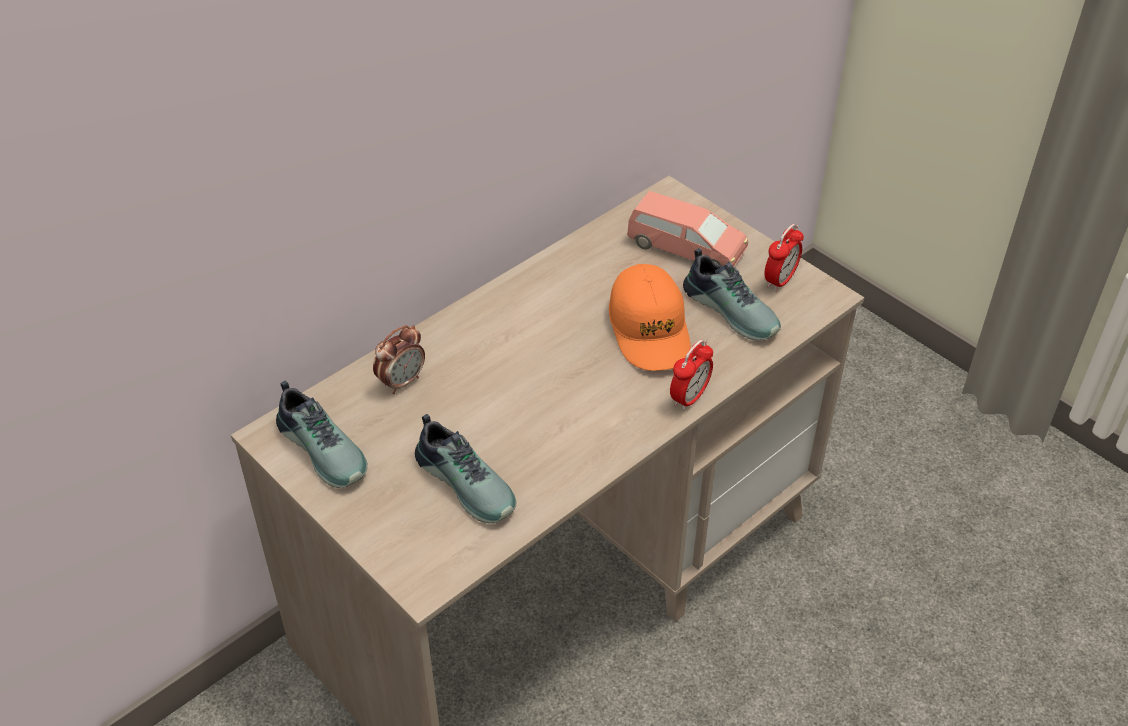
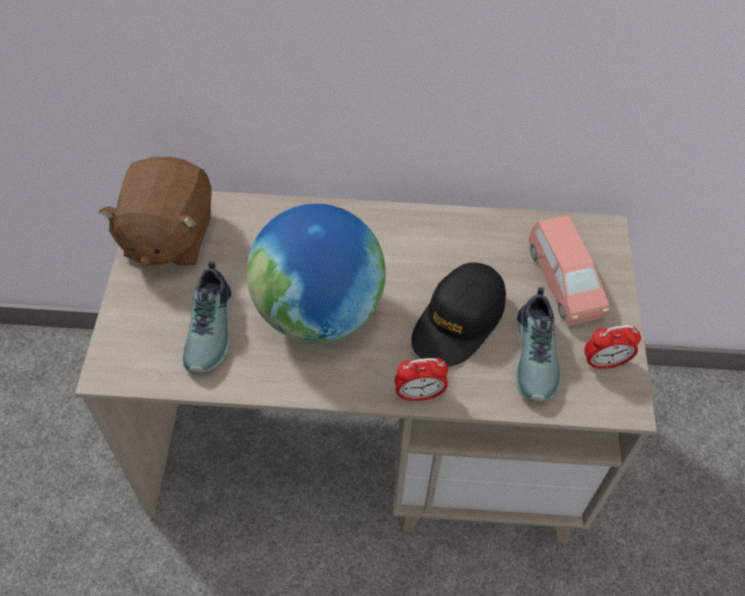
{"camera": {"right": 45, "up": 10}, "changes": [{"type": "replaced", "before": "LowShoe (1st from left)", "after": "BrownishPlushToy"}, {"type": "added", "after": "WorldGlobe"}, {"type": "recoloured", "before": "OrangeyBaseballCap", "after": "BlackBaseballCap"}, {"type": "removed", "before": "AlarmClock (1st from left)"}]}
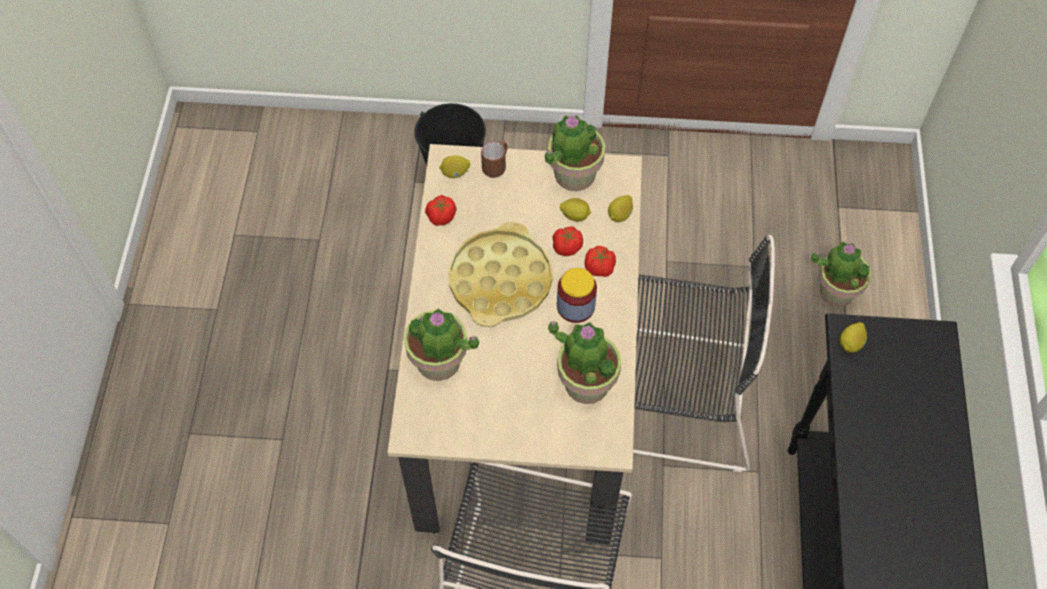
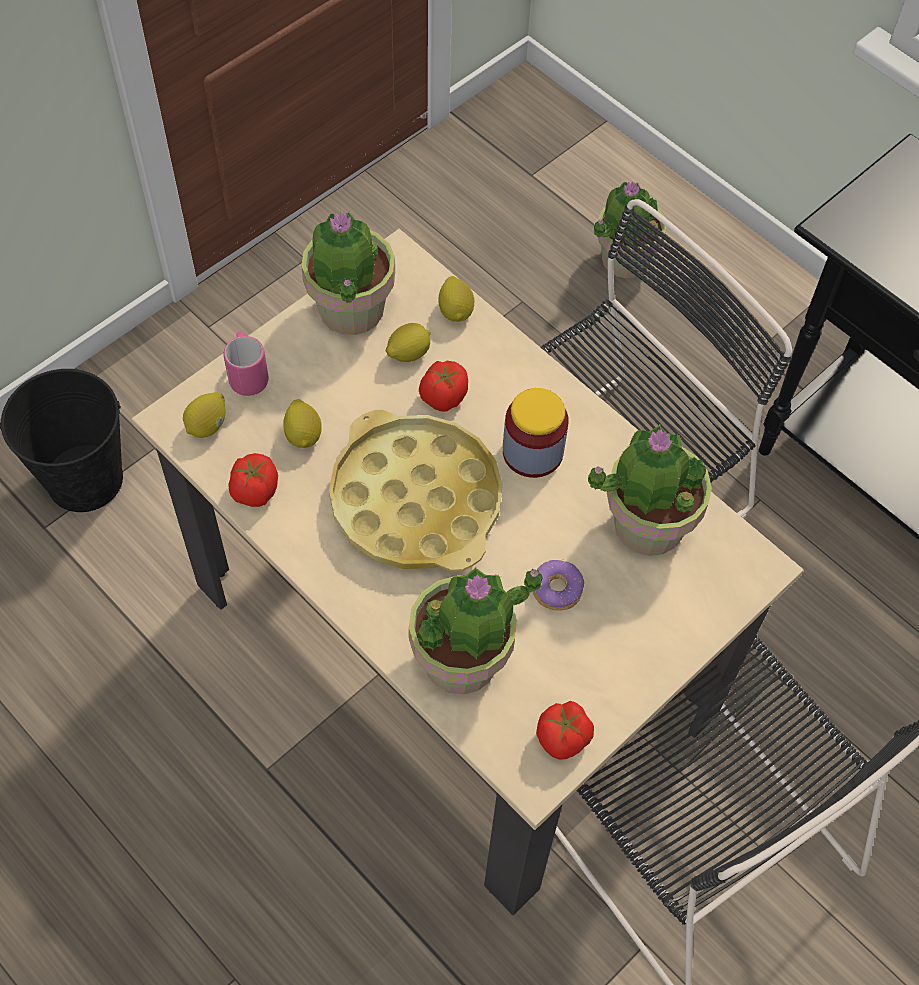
{"camera": {"right": -50, "up": 0}, "changes": [{"type": "recoloured", "before": "BrownishMug", "after": "PinkishMug"}, {"type": "moved", "before": "CitrusFruit (4th from left in the first image)", "after": "CitrusFruit (2nd from left)"}, {"type": "added", "after": "Donut"}, {"type": "moved", "before": "WholeTomato (3rd from left)"}]}
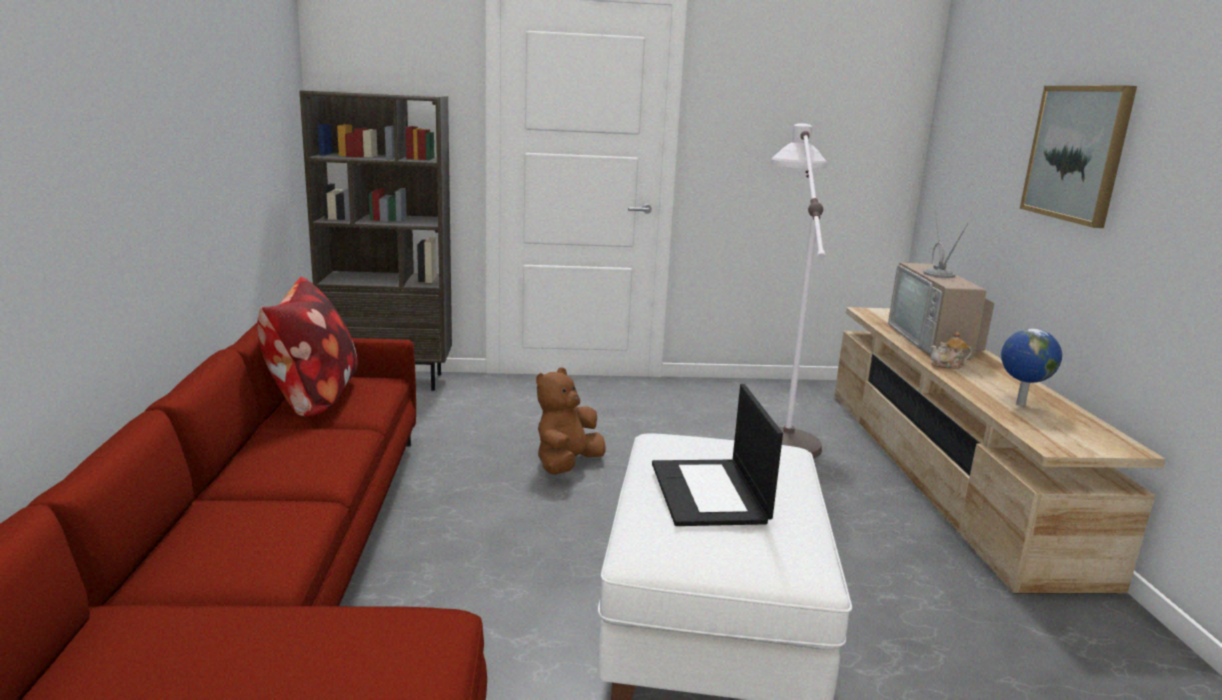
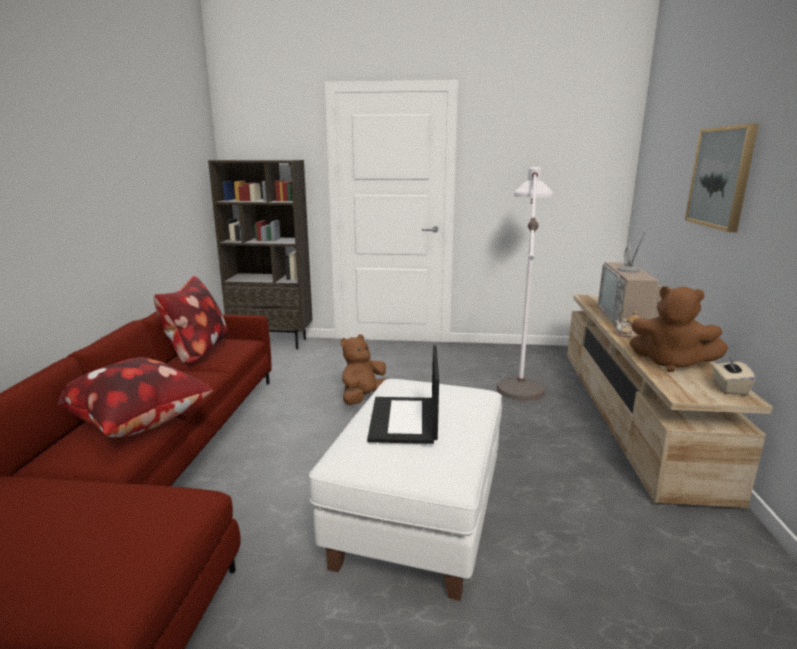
{"camera": {"right": 10, "up": 0}, "changes": [{"type": "added", "after": "ThrowPillow (1st from left)"}, {"type": "replaced", "before": "WorldGlobe", "after": "BrownishPlushToy (2nd from left)"}, {"type": "added", "after": "SandColouredBoxOfTissues"}]}
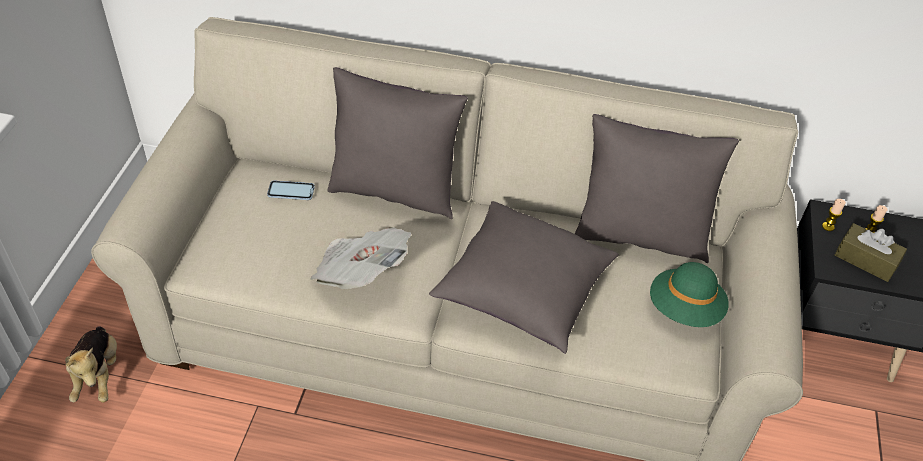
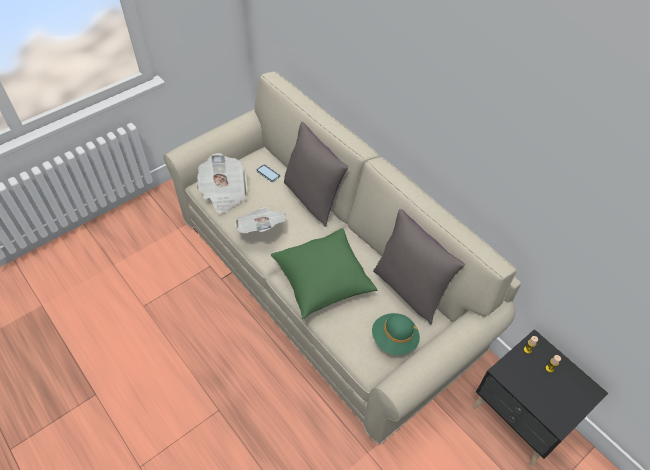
{"camera": {"right": 40, "up": 5}, "changes": [{"type": "added", "after": "PrintedPaper (1st from left)"}, {"type": "recoloured", "before": "GreyishThrowPillow (2nd from left)", "after": "GreenColouredThrowPillow"}, {"type": "removed", "before": "PlushToy"}, {"type": "removed", "before": "BrownishBoxOfTissues"}]}
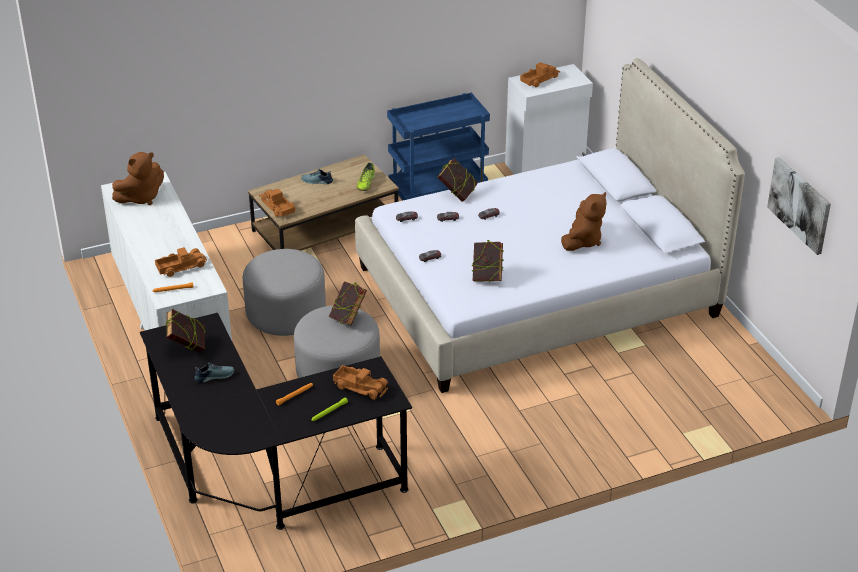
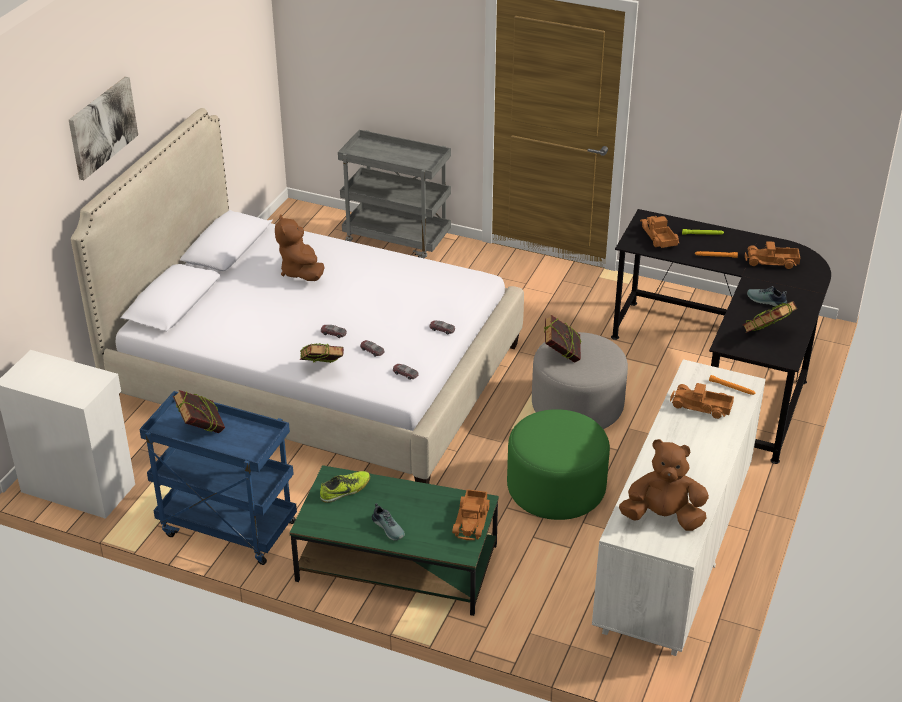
{"camera": {"right": -135, "up": 0}, "changes": [{"type": "moved", "before": "Picture"}, {"type": "moved", "before": "BoundBook (4th from left in the first image)", "after": "BoundBook (1st from left)"}, {"type": "turned", "before": "BrownishPlushToy (2nd from left in the first image)", "turn": -90}, {"type": "recoloured", "before": "BrownishCoffeeTable", "after": "GreenColouredCoffeeTable"}, {"type": "added", "after": "GreyishTrolley"}, {"type": "recoloured", "before": "GreyishFootrest (1st from left)", "after": "GreenColouredFootrest"}, {"type": "moved", "before": "ModelTruck (4th from left)"}]}
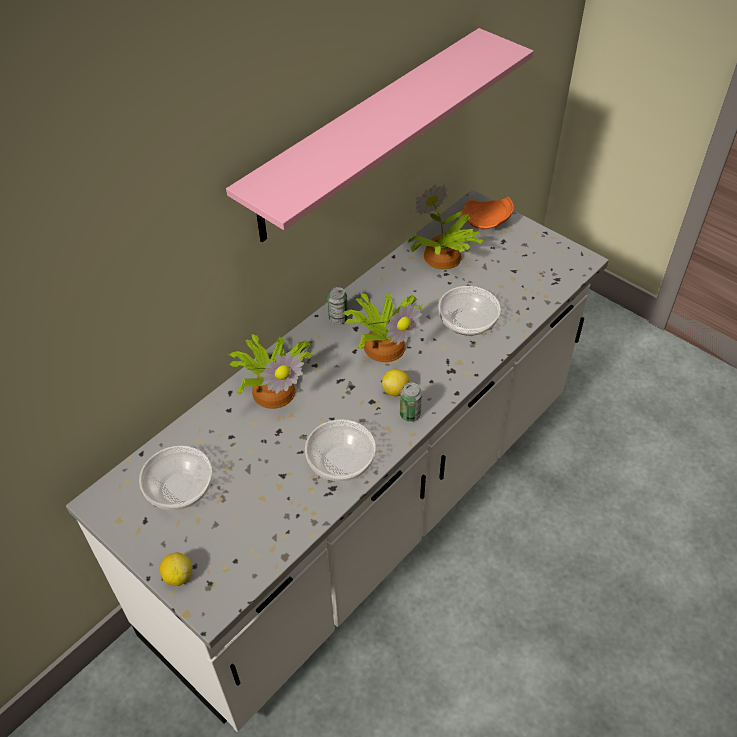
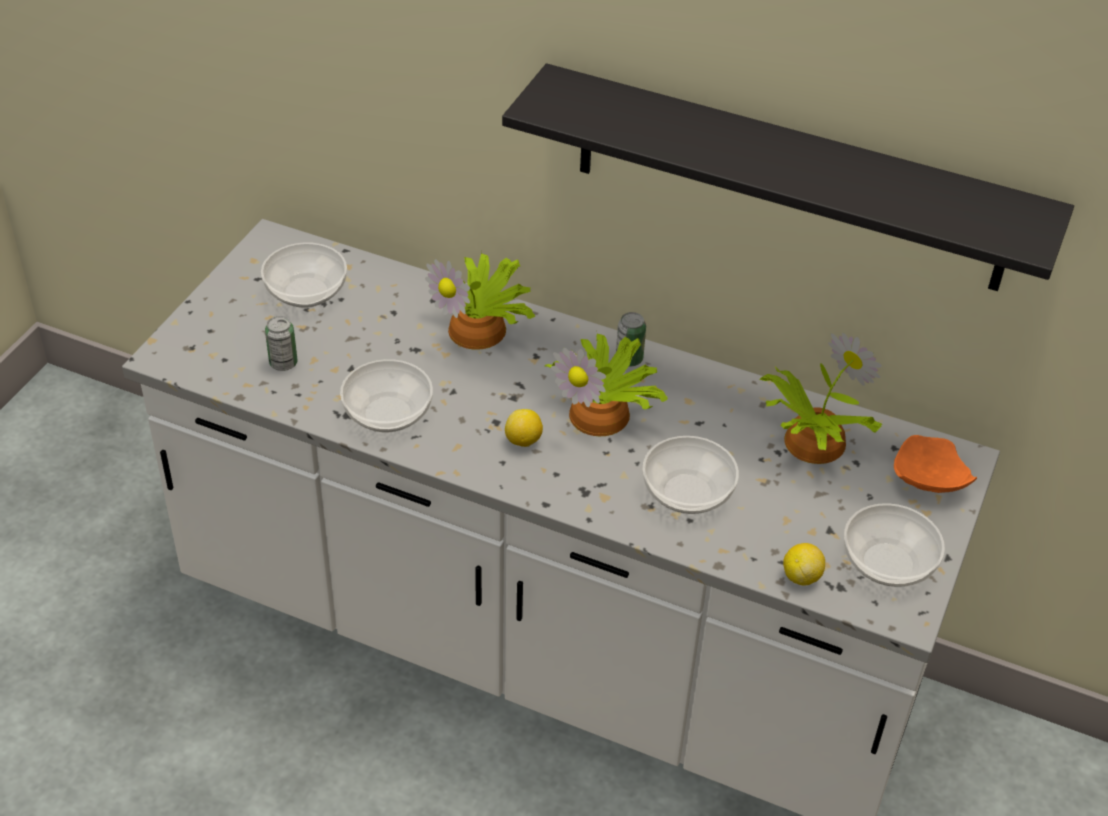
{"camera": {"right": 70, "up": -5}, "changes": [{"type": "moved", "before": "MetalCan (2nd from left in the first image)", "after": "MetalCan (1st from left)"}, {"type": "recoloured", "before": "PinkishBracketShelf", "after": "BlackBracketShelf"}, {"type": "moved", "before": "CitrusFruit (1st from left in the first image)", "after": "CitrusFruit (2nd from left)"}, {"type": "added", "after": "DeepDish (4th from left)"}]}
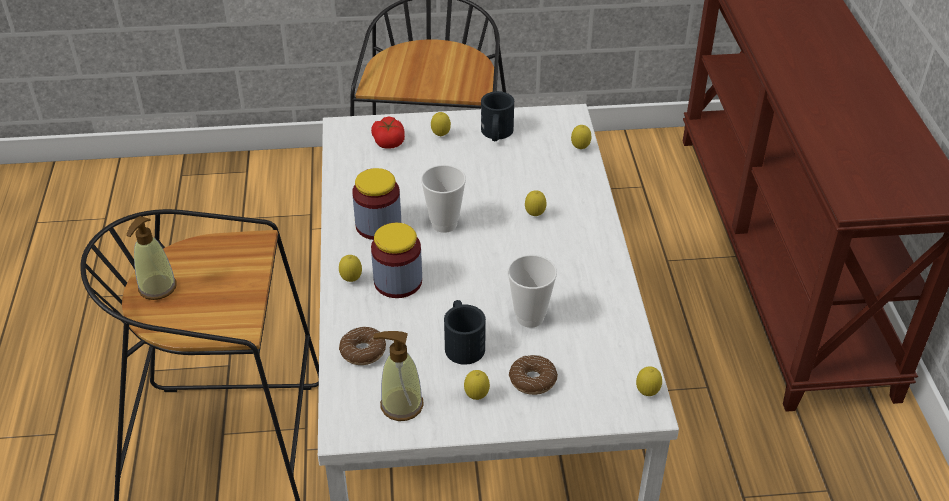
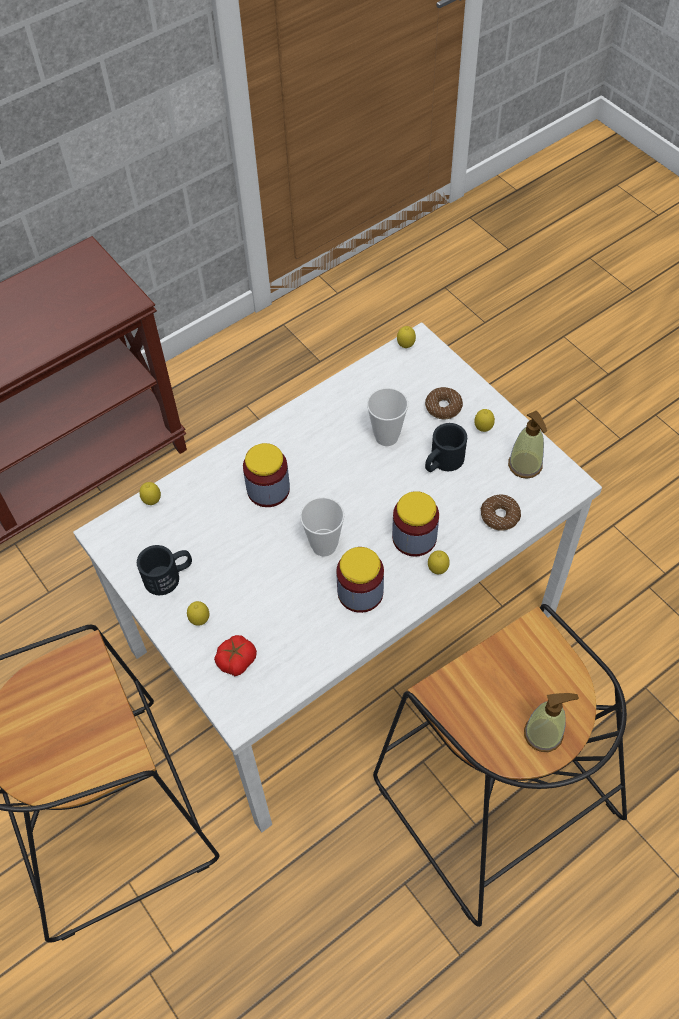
{"camera": {"right": -120, "up": 15}, "changes": [{"type": "replaced", "before": "CitrusFruit (4th from left)", "after": "StorageJar (1st from left)"}]}
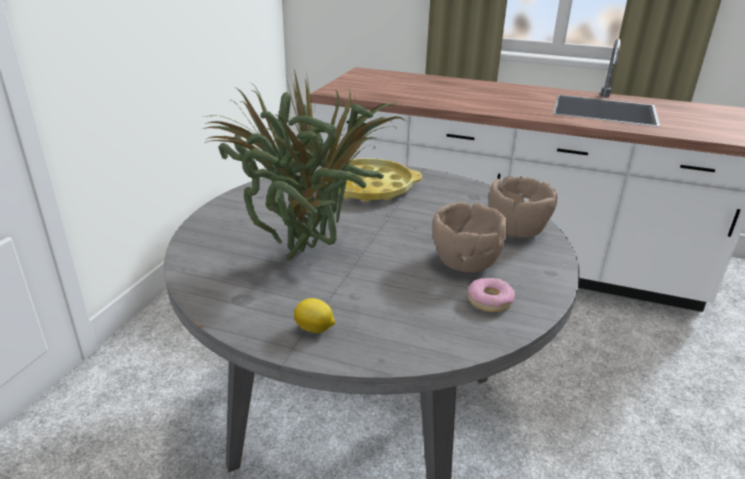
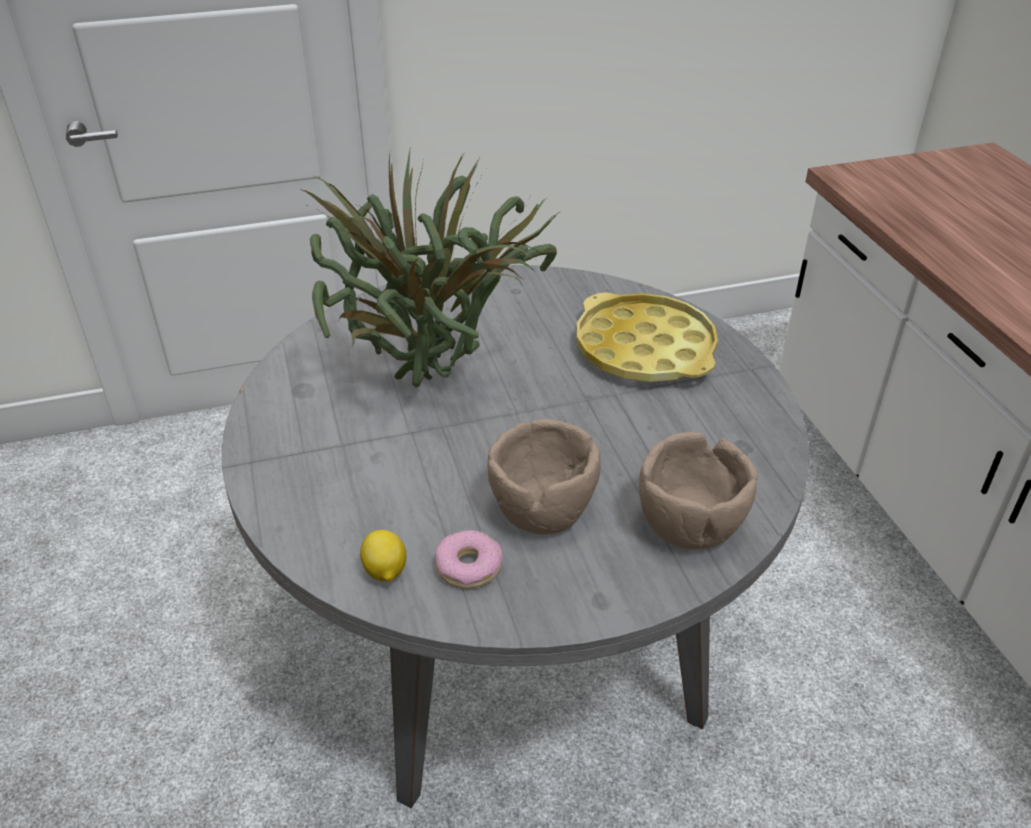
{"camera": {"right": 55, "up": 10}, "changes": [{"type": "moved", "before": "CitrusFruit"}]}
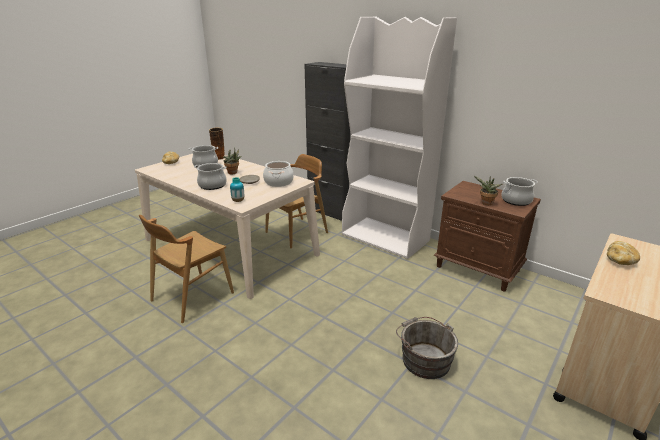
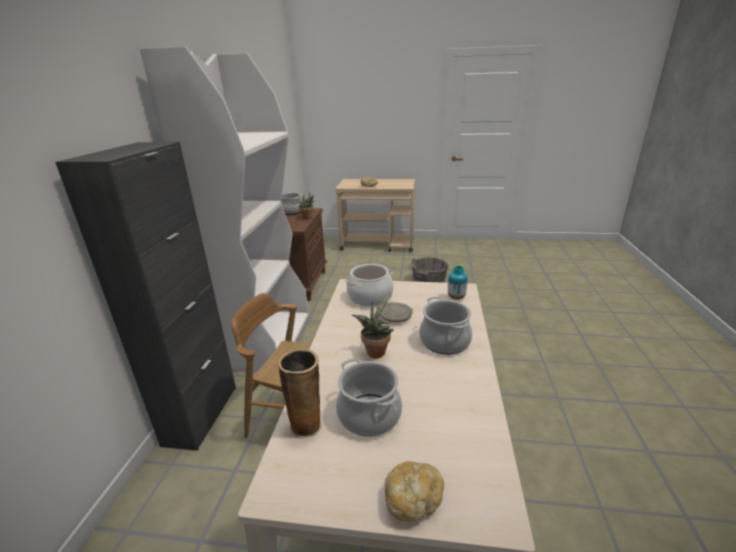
{"camera": {"right": -120, "up": 0}, "changes": [{"type": "removed", "before": "BrownishUprightChair (1st from left)"}]}
